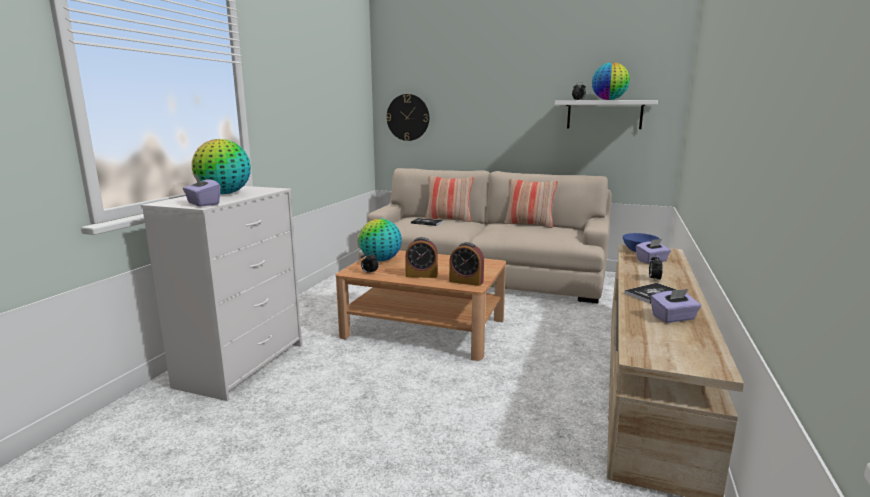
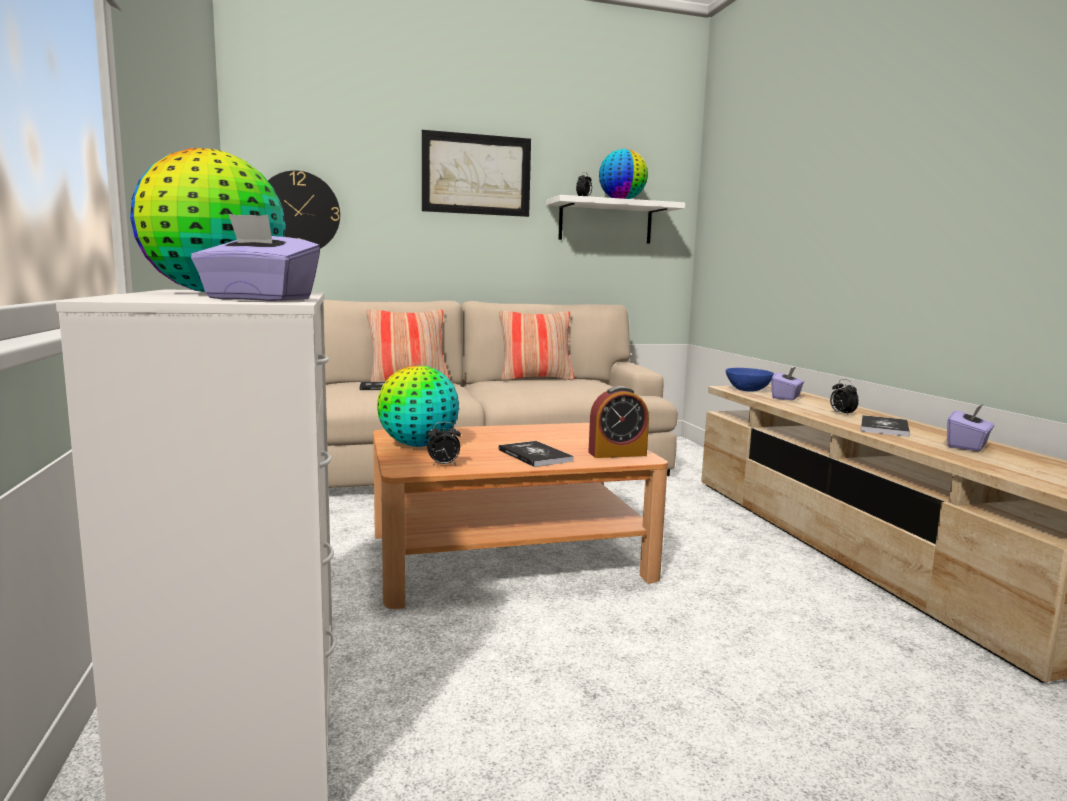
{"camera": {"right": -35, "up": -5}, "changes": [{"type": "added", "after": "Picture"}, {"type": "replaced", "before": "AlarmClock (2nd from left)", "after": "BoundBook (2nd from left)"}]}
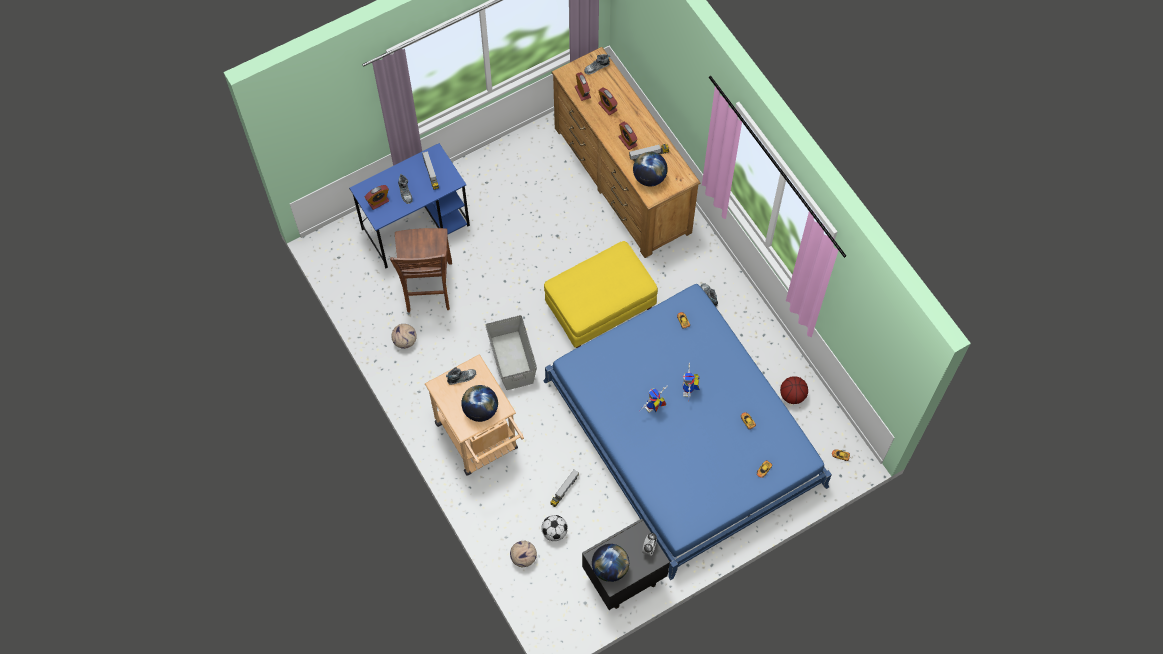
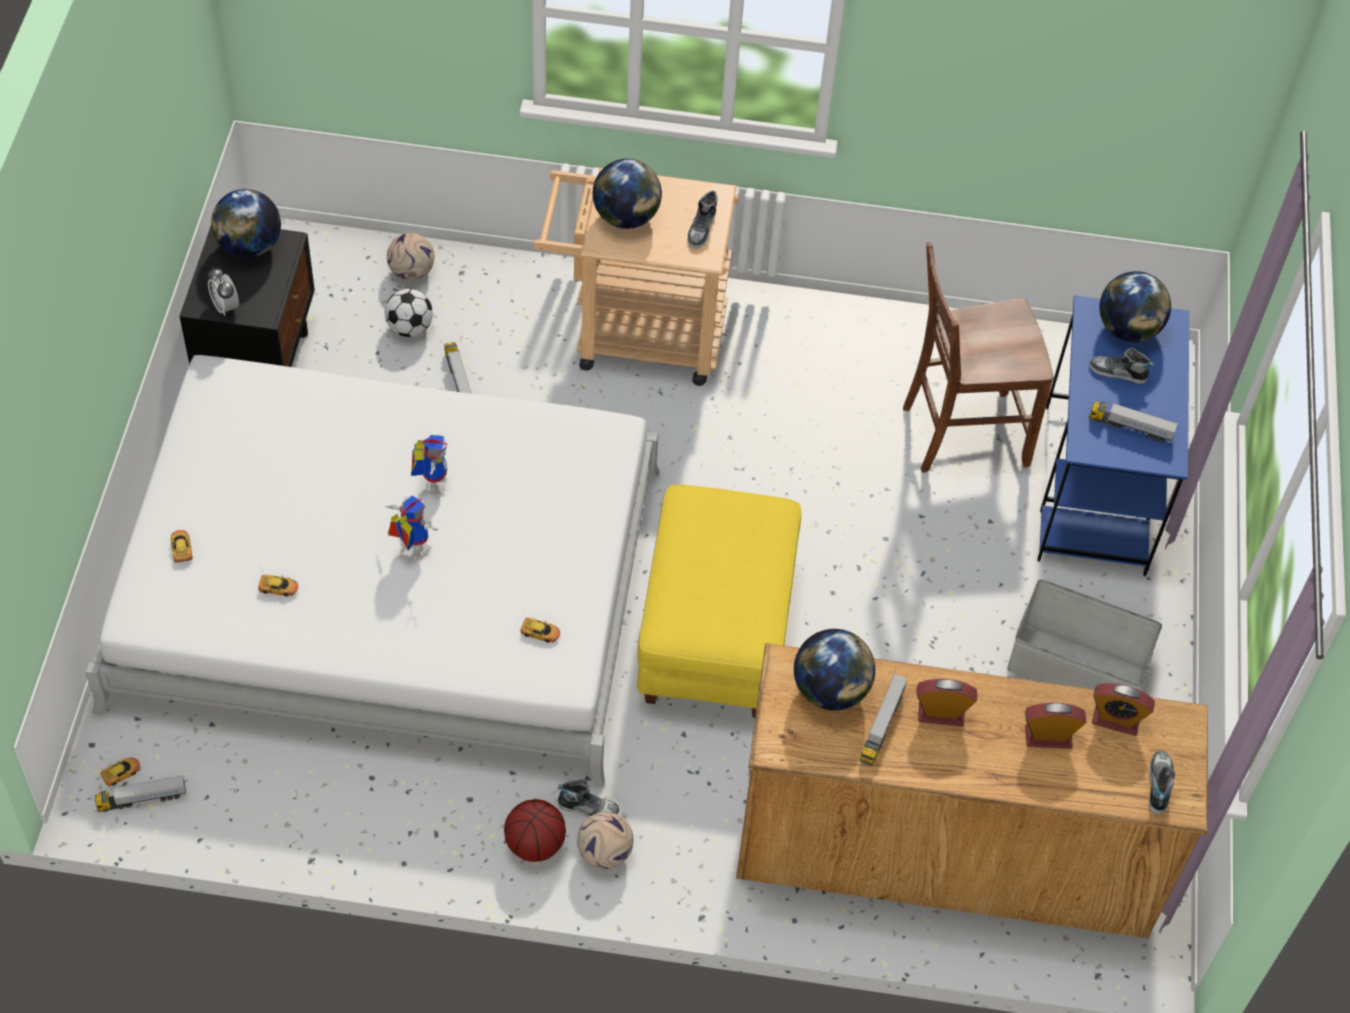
{"camera": {"right": 125, "up": -10}, "changes": [{"type": "recoloured", "before": "BlueBed", "after": "WhiteColouredBed"}, {"type": "added", "after": "ModelTruck (1st from left)"}, {"type": "moved", "before": "BallForBasketball"}, {"type": "moved", "before": "Football (1st from left in the first image)", "after": "Football (3rd from left)"}, {"type": "turned", "before": "BrownishUprightChair", "turn": -45}, {"type": "moved", "before": "GreyishStorageContainer"}, {"type": "replaced", "before": "AlarmClock (1st from left)", "after": "WorldGlobe (4th from left)"}]}
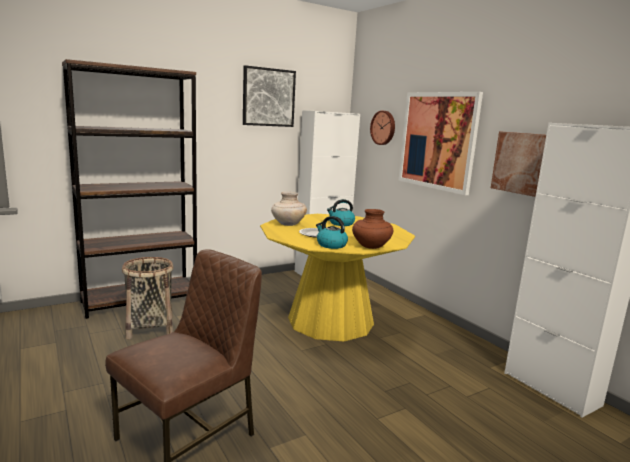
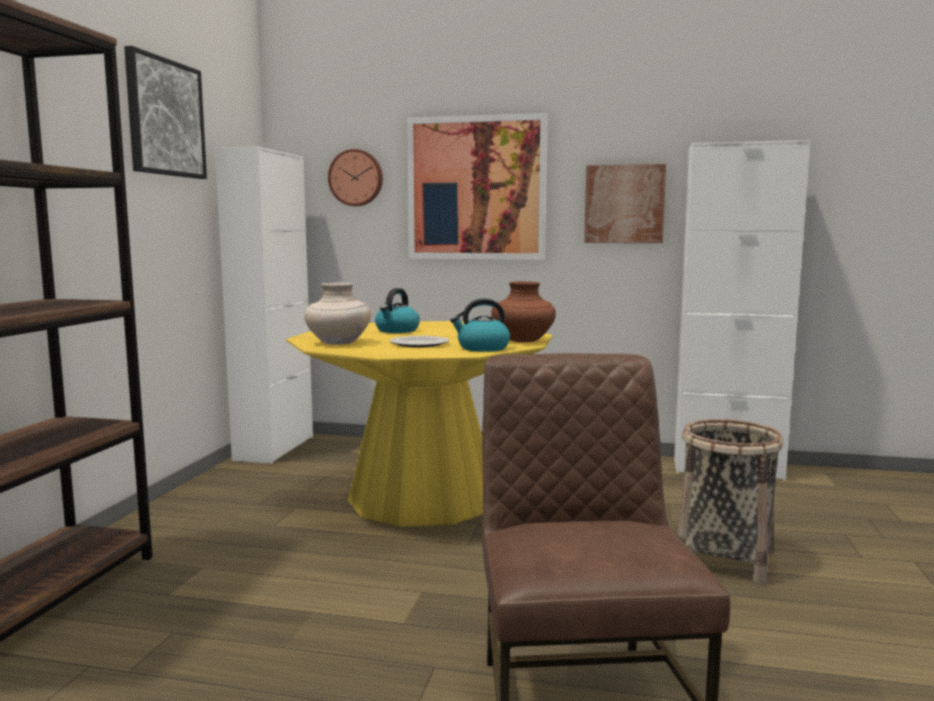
{"camera": {"right": -45, "up": -5}, "changes": [{"type": "moved", "before": "Basket"}]}
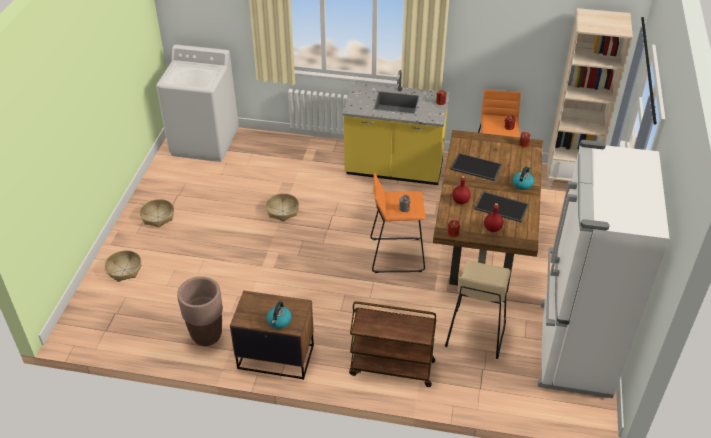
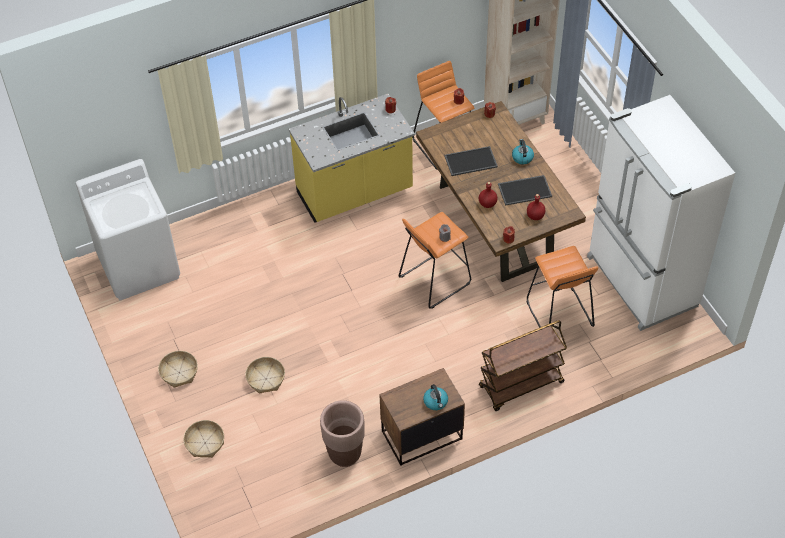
{"camera": {"right": -35, "up": 10}, "changes": [{"type": "moved", "before": "Basket (3rd from left)"}, {"type": "recoloured", "before": "SandColouredStool", "after": "OrangeyStool (3rd from left)"}]}
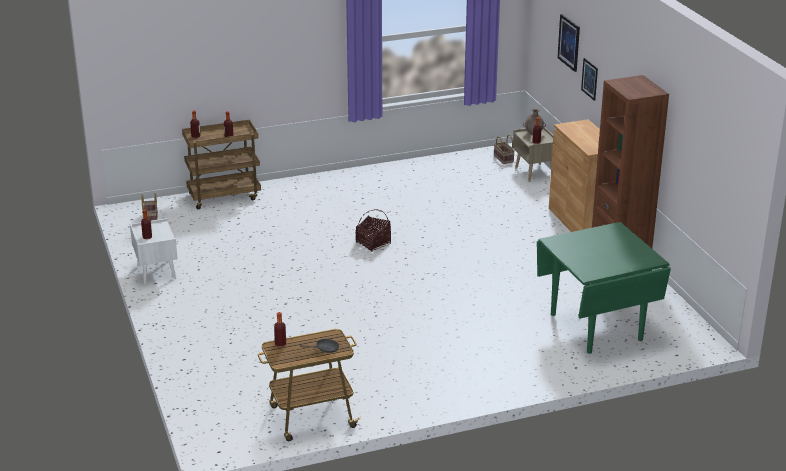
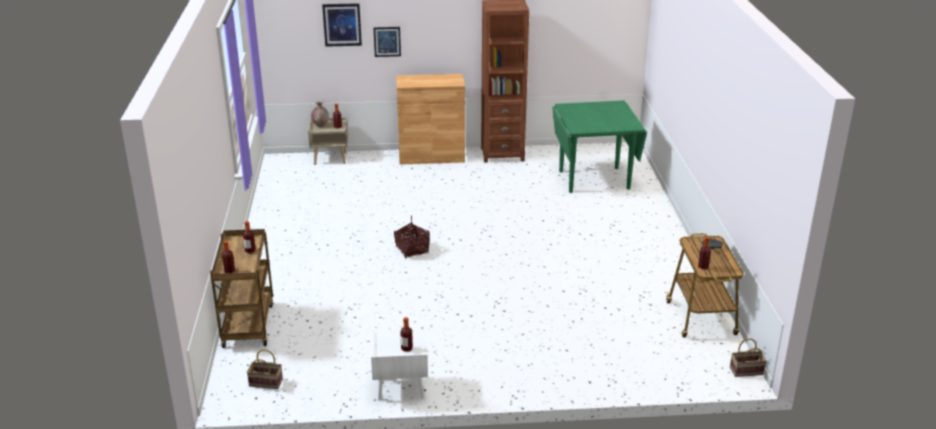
{"camera": {"right": -75, "up": 0}, "changes": [{"type": "moved", "before": "Basket (3rd from left)"}]}
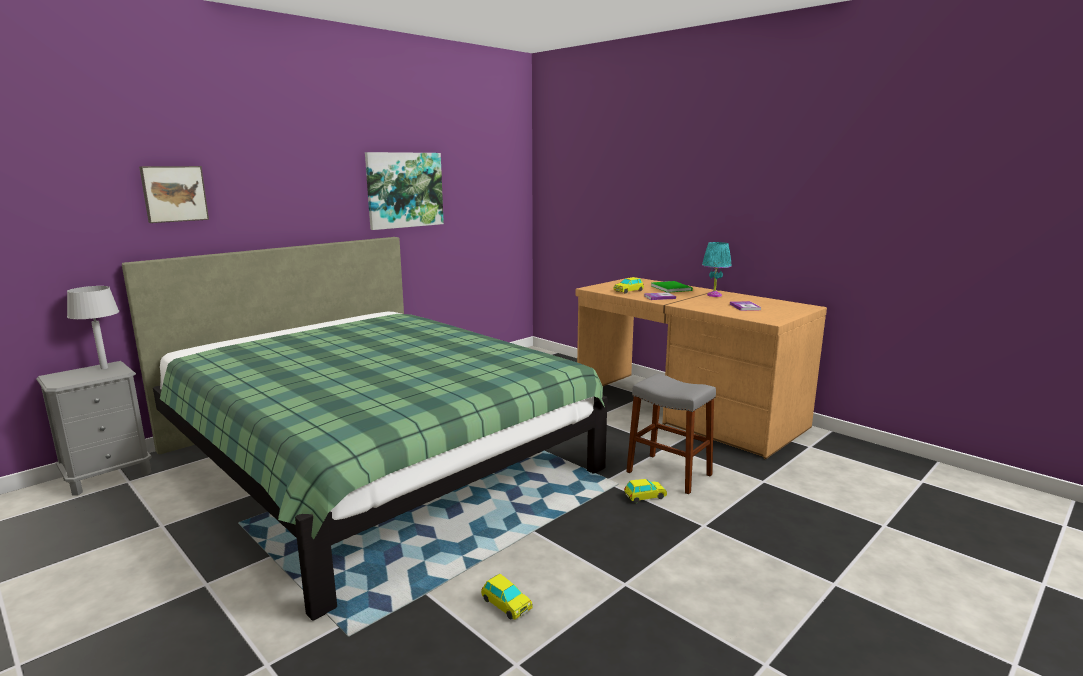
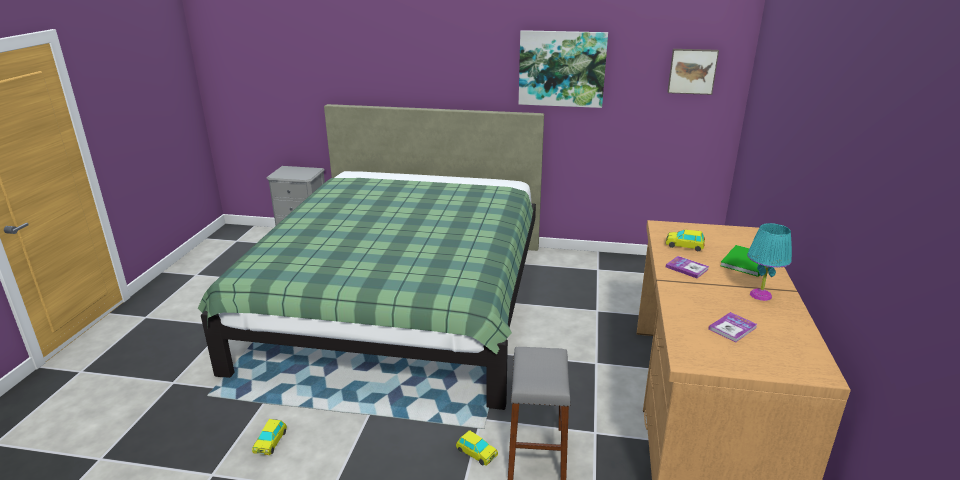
{"camera": {"right": 55, "up": 10}, "changes": [{"type": "moved", "before": "Picture (1st from left in the first image)", "after": "Picture (2nd from left)"}, {"type": "removed", "before": "GreyishTableLamp"}]}
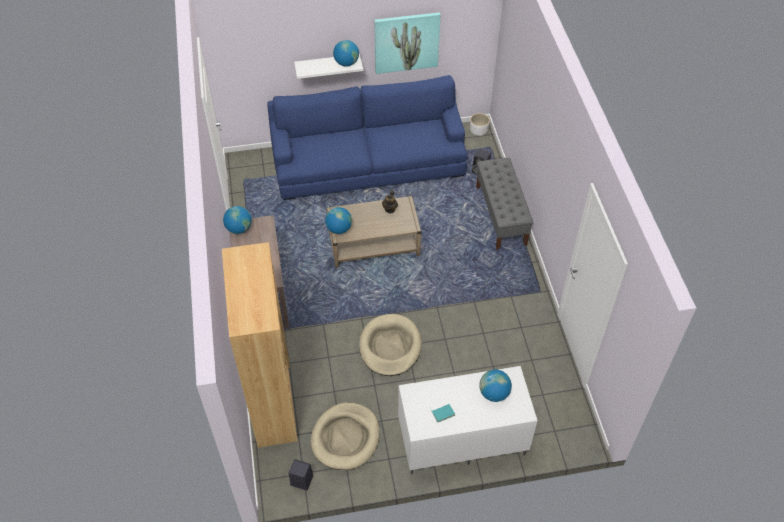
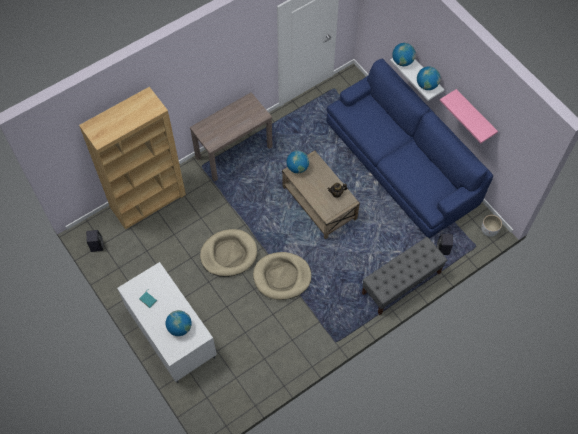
{"camera": {"right": 65, "up": 10}, "changes": [{"type": "moved", "before": "SandColouredPetBed (1st from left in the first image)", "after": "SandColouredPetBed (2nd from left)"}, {"type": "moved", "before": "WorldGlobe (1st from left in the first image)", "after": "WorldGlobe (3rd from left)"}, {"type": "replaced", "before": "Picture", "after": "PinkishBracketShelf"}]}
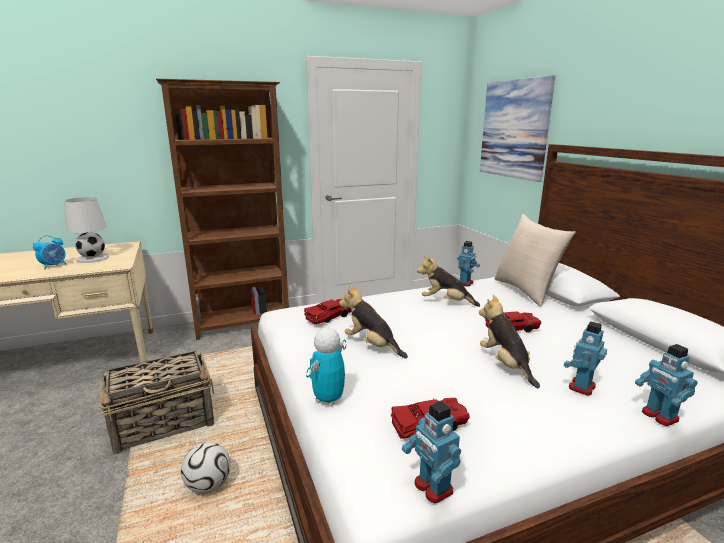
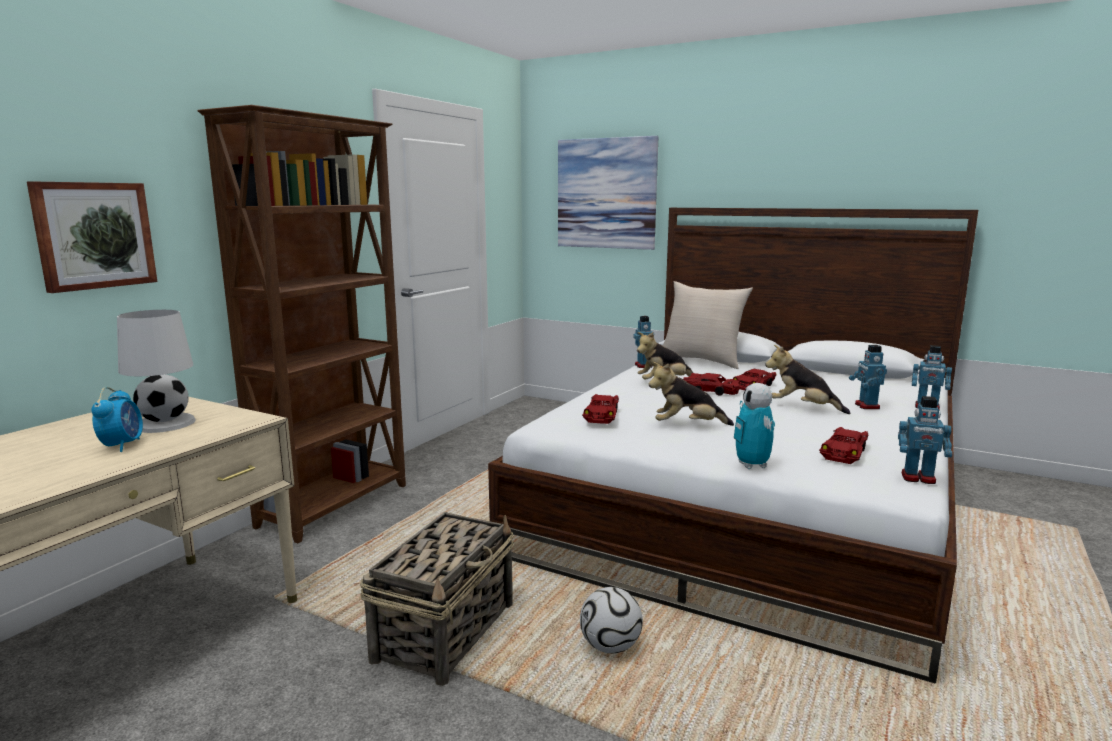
{"camera": {"right": -40, "up": -5}, "changes": [{"type": "added", "after": "Picture (1st from left)"}, {"type": "added", "after": "RedToyCar (2nd from left)"}]}
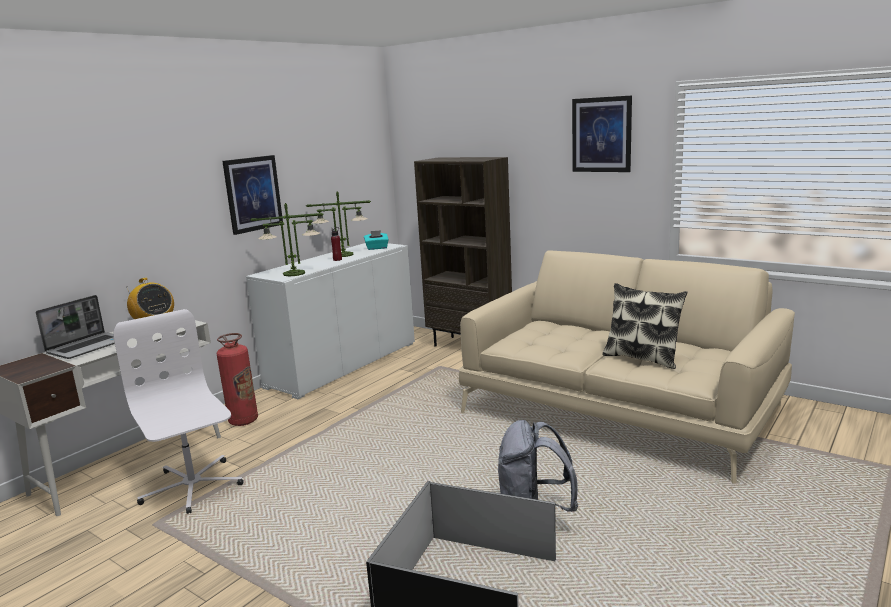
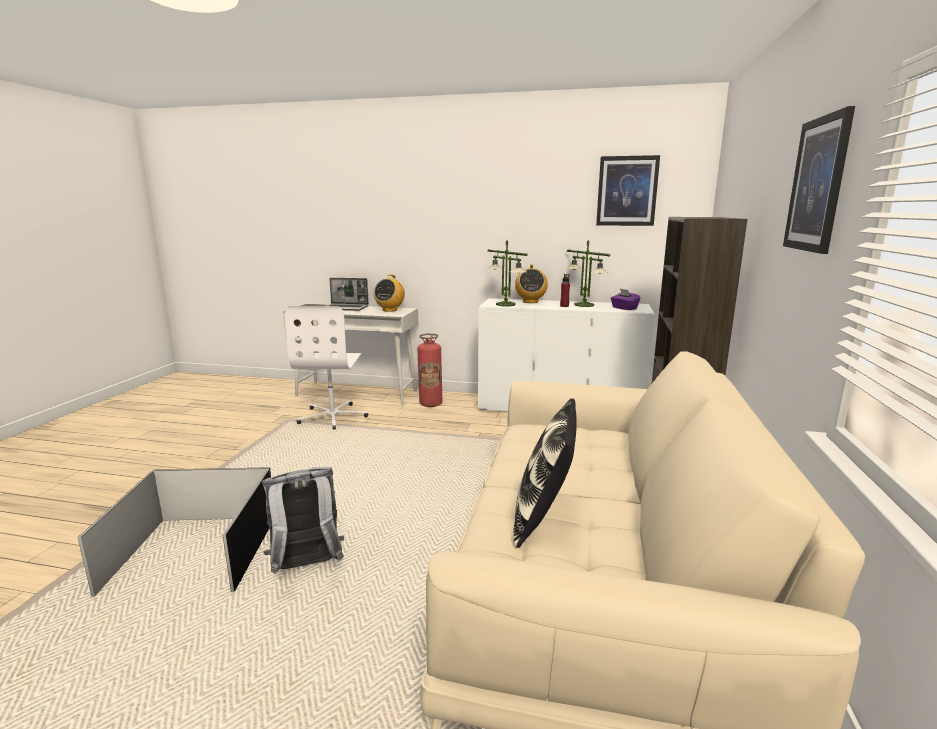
{"camera": {"right": 65, "up": 0}, "changes": [{"type": "turned", "before": "WhiteColouredDeskChair", "turn": 150}, {"type": "added", "after": "RadioReceiver (2nd from left)"}, {"type": "moved", "before": "Picture (1st from left)"}, {"type": "recoloured", "before": "TurquoiseColouredBoxOfTissues", "after": "PurpleColouredBoxOfTissues"}]}
